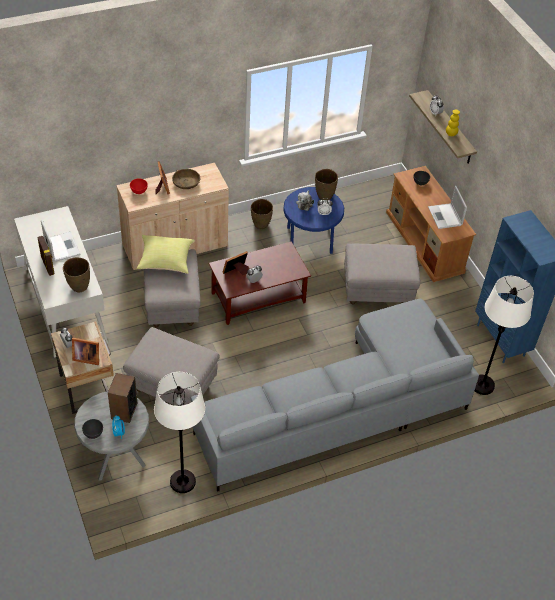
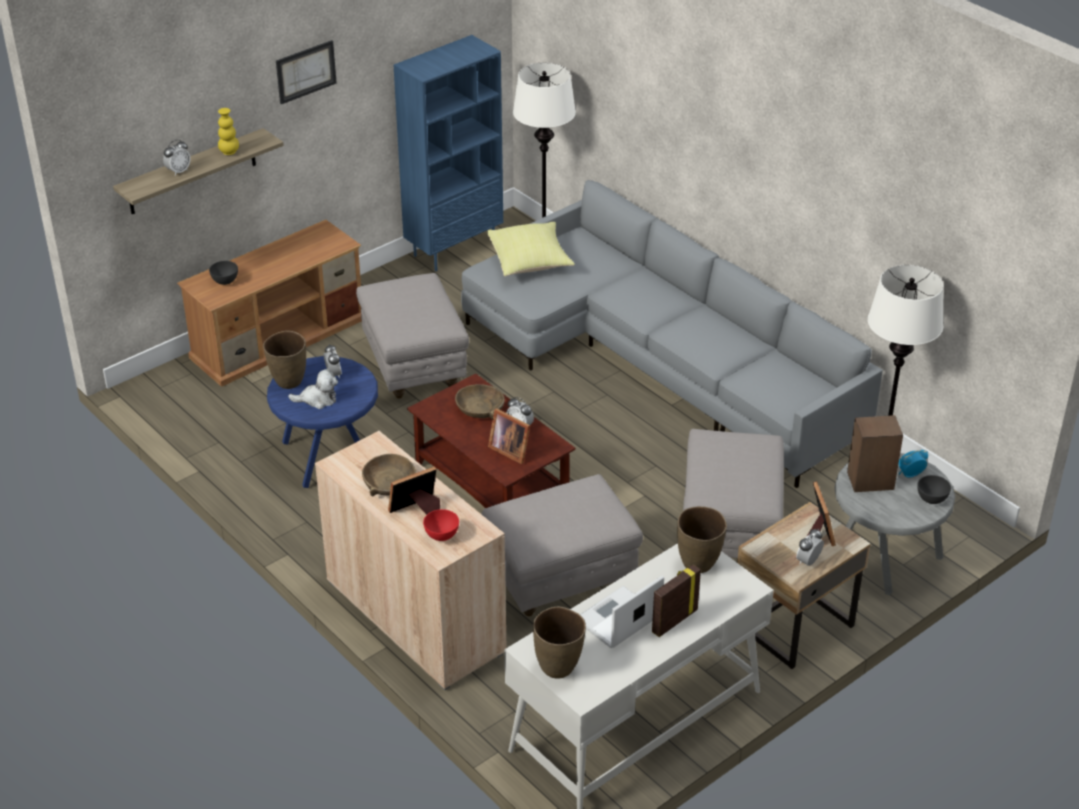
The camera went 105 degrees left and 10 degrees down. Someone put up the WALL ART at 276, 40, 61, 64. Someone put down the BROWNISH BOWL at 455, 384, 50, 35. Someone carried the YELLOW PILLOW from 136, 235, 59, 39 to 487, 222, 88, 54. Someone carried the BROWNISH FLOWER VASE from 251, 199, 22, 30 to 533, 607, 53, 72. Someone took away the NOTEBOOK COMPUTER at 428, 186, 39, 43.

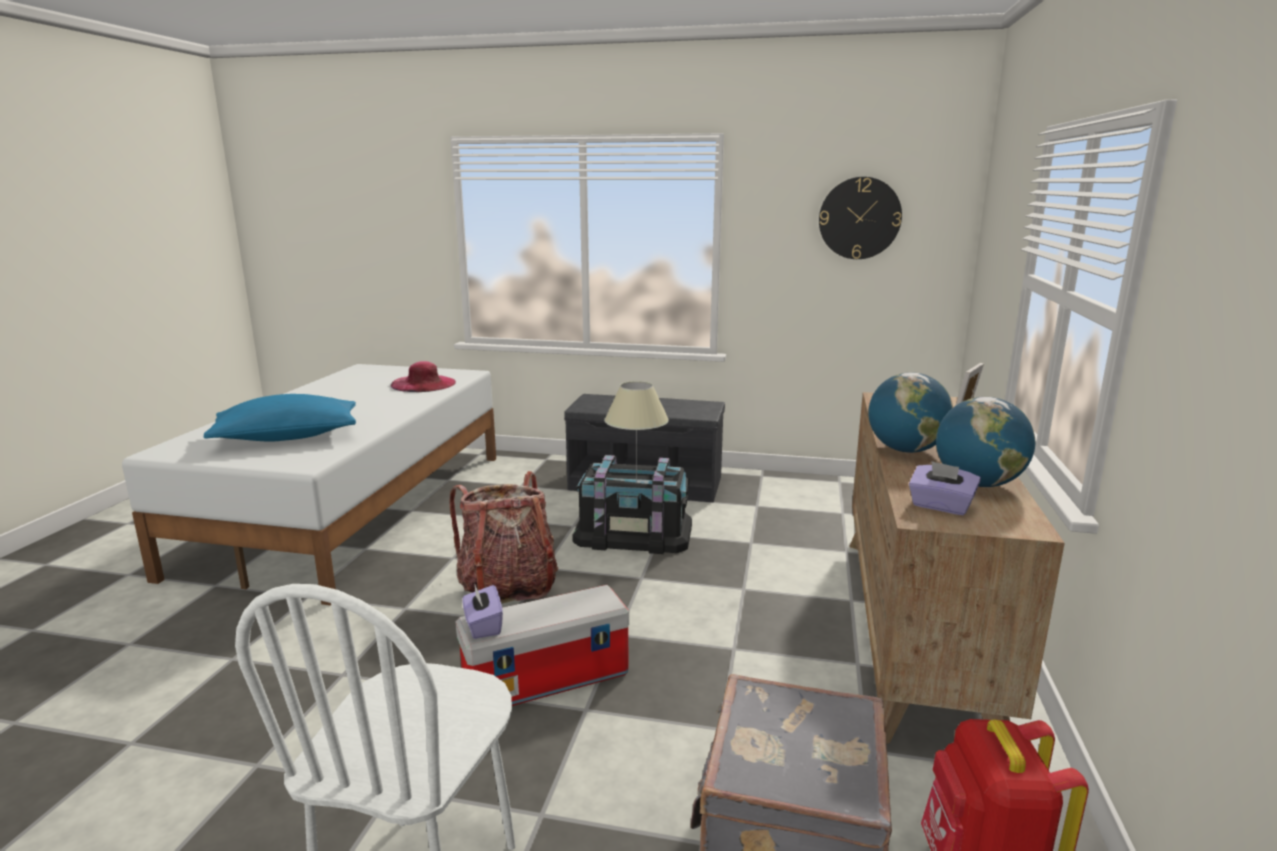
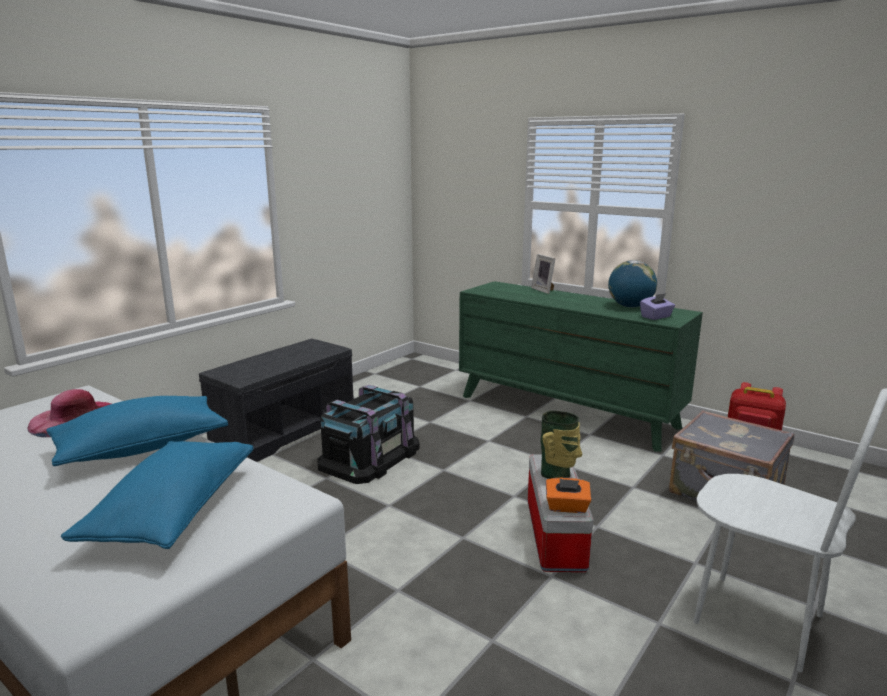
The camera went 65 degrees left and 0 degrees up. Someone put down the BLUE-COLOURED PILLOW at 46, 396, 182, 70. Someone repainted the BROWNISH CHEST OF DRAWERS at 849, 392, 216, 352, which became the GREEN-COLOURED CHEST OF DRAWERS at 459, 281, 244, 171. Someone put down the FLOWER VASE at 541, 411, 41, 68. Someone repainted the PURPLE-COLOURED BOX OF TISSUES at 462, 583, 41, 56, which became the ORANGEY BOX OF TISSUES at 546, 478, 45, 35. Someone took away the RUCKSACK at 449, 471, 109, 133. Someone took away the SAND-COLOURED TABLE LAMP at 604, 381, 65, 101. Someone took away the WALL CLOCK at 819, 177, 83, 82. Someone took away the GLOBE at 868, 372, 85, 81.

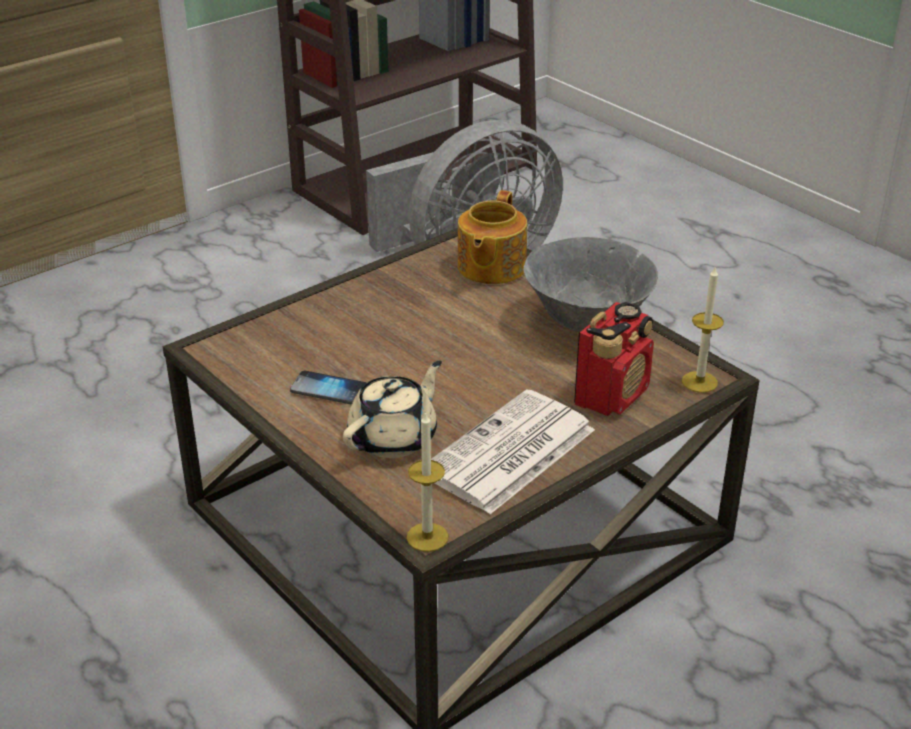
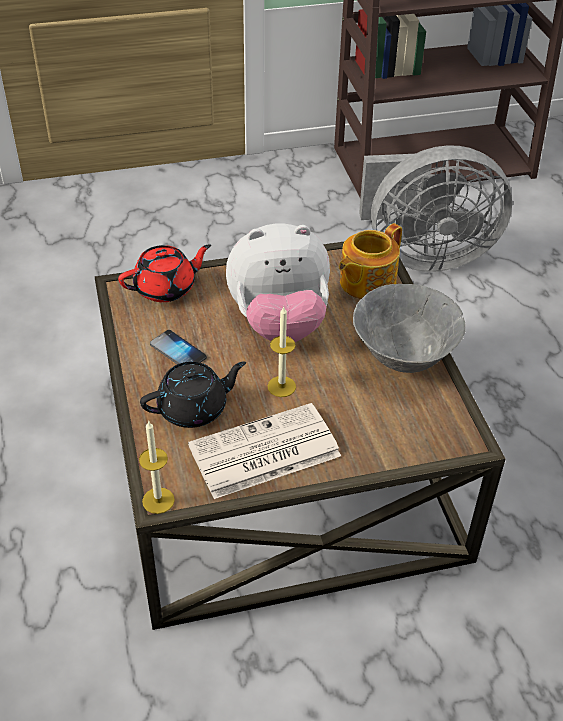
The camera went 25 degrees right and 10 degrees up. Someone put down the RED POT FOR TEA at 118, 244, 93, 58. Someone repainted the SAND-COLOURED POT FOR TEA at 343, 360, 99, 98, which became the BLACK POT FOR TEA at 140, 361, 106, 67. Someone put down the PLUSH TOY at 226, 224, 104, 118. Someone carried the WAX LIGHT from 682, 267, 42, 126 to 267, 306, 29, 91. Someone took away the RADIO at 574, 302, 80, 114.

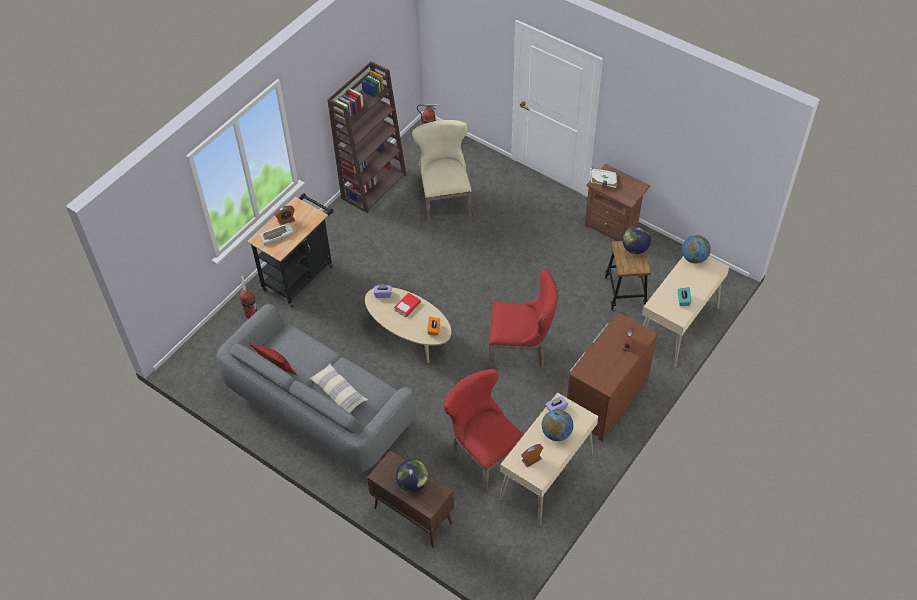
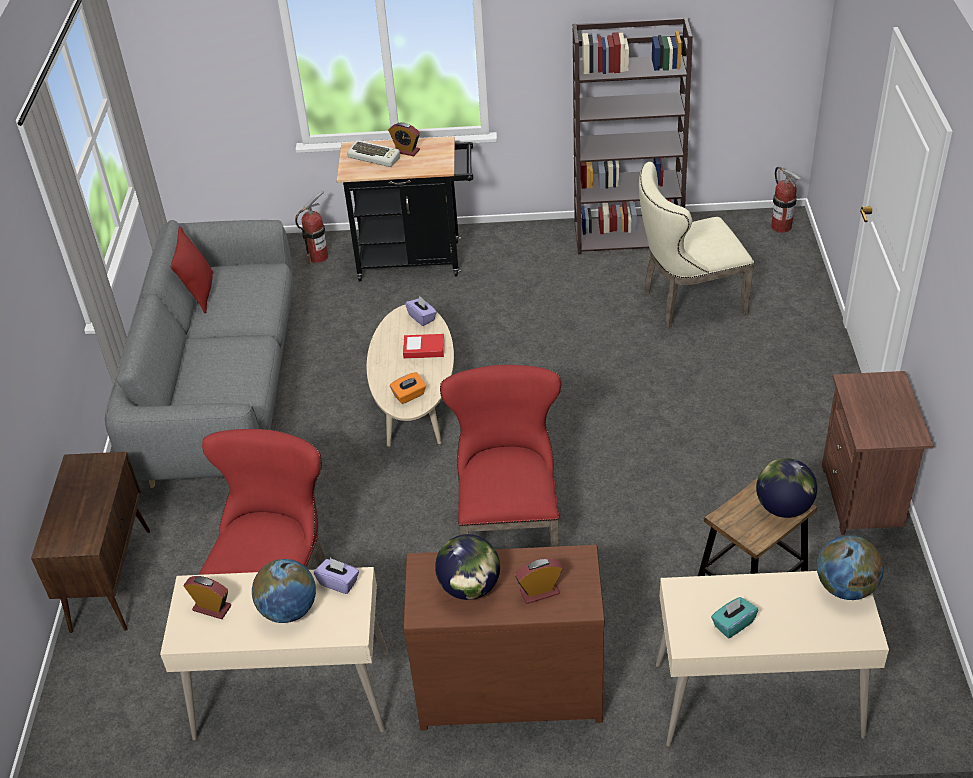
The camera went 55 degrees right and 10 degrees down. Someone carried the GLOBE from 396, 459, 32, 33 to 435, 534, 65, 66. Someone rotated the RED CHAIR at 489, 270, 69, 98 by 150 degrees counterclockwise. Someone rotated the SAND-COLOURED CHAIR at 412, 120, 60, 103 by 150 degrees counterclockwise. Someone took away the PILLOW at 309, 363, 59, 50. Someone took away the WHITISH VOLUME at 590, 167, 28, 21.

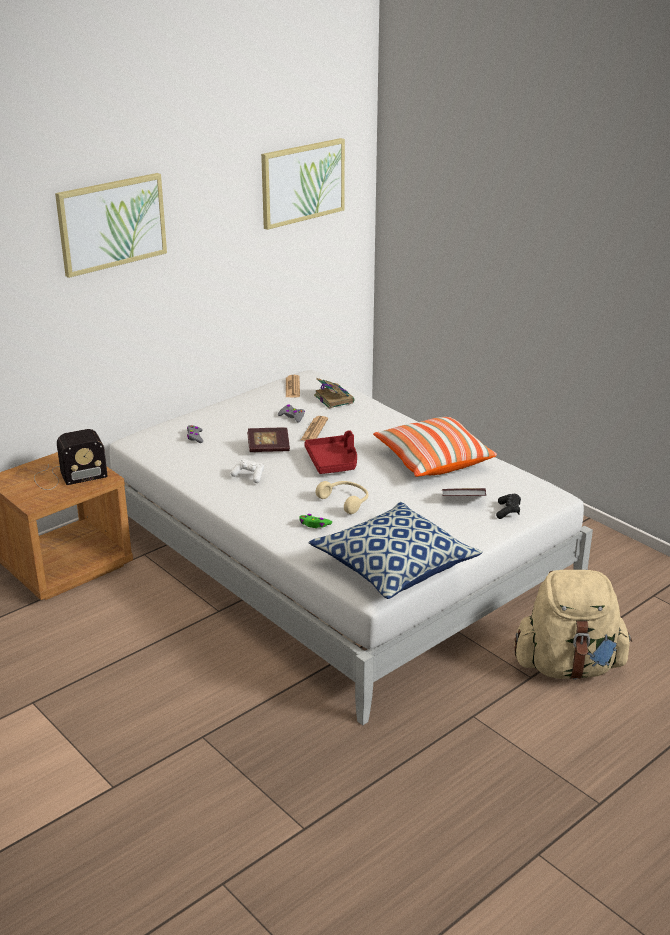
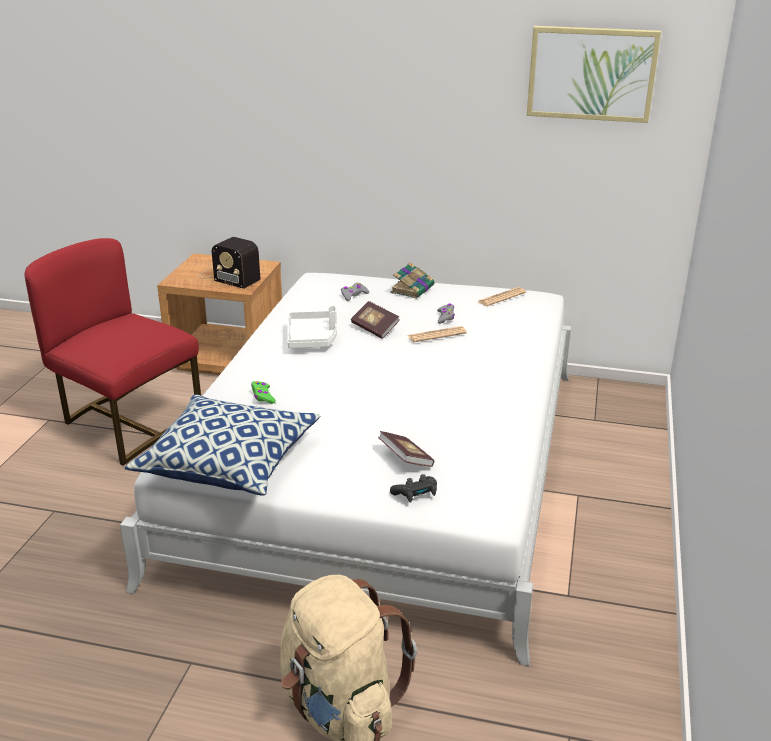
The camera went 55 degrees right and 0 degrees up. Someone put down the RED CHAIR at 25, 238, 176, 228. Someone swapped the WHITISH JOYPAD at 230, 459, 34, 24 for the WHITISH TRAY at 288, 306, 49, 42. Someone carried the VOLUME from 314, 378, 41, 31 to 391, 262, 43, 37. Someone took away the WALL ART at 55, 173, 112, 105. Someone took away the RED TRAY at 304, 430, 53, 44. Someone took away the SAND-COLOURED HEADSET at 316, 481, 52, 33. Someone took away the PILLOW at 373, 417, 124, 60.

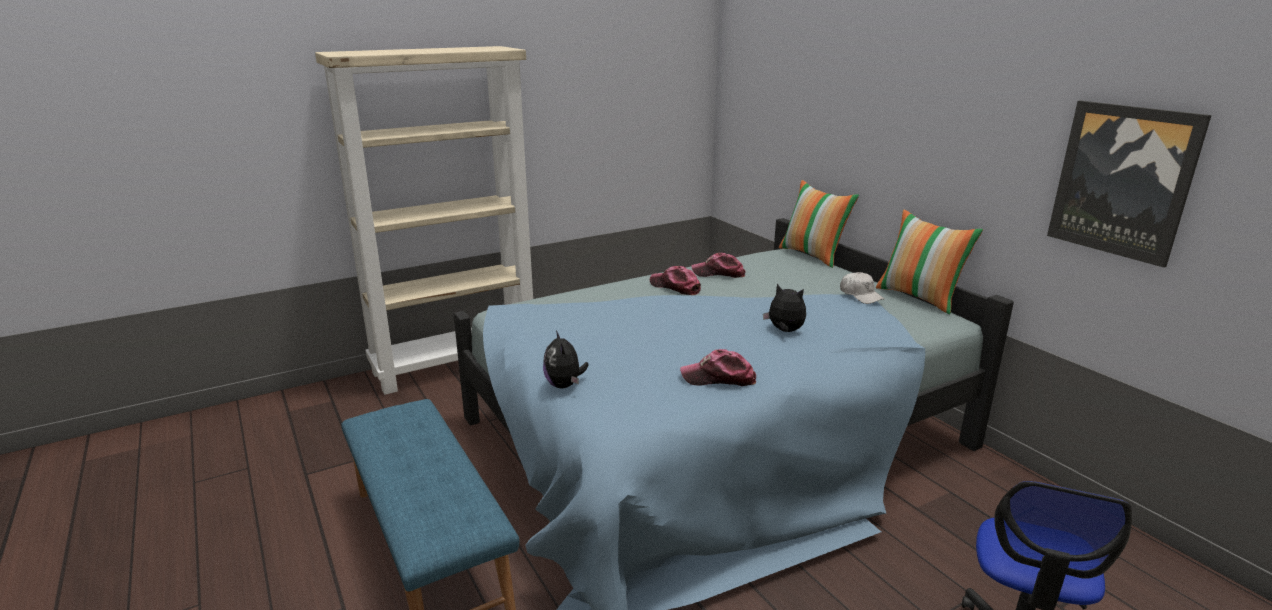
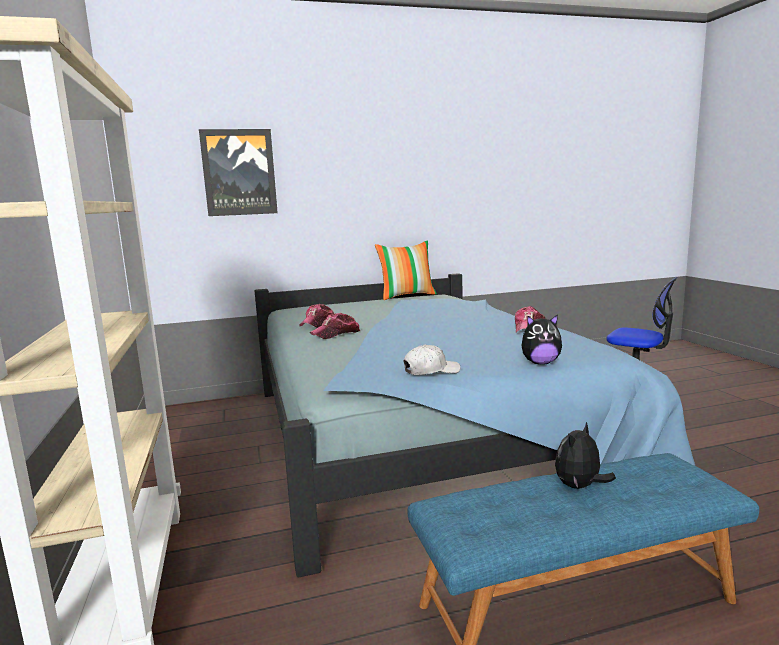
The camera went 75 degrees left and 10 degrees down. Someone carried the WALL ART from 1047, 101, 164, 166 to 199, 129, 79, 87. Someone carried the WHITISH BASEBALL CAP from 840, 272, 44, 32 to 403, 345, 58, 30. Someone carried the PLUSH TOY from 763, 284, 43, 48 to 555, 422, 61, 67. Someone took away the PILLOW at 779, 180, 80, 88.

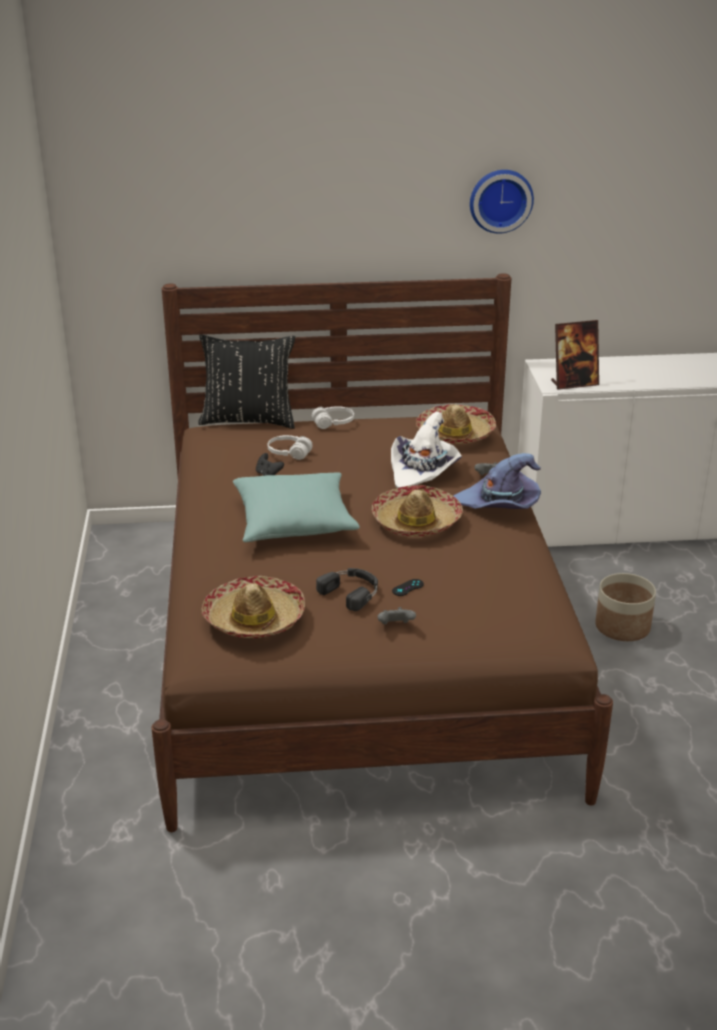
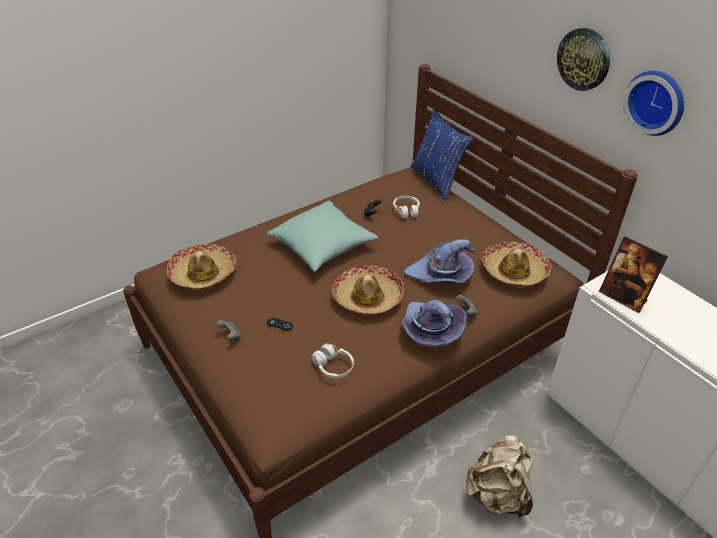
The camera went 60 degrees right and 10 degrees up. Someone carried the WHITISH HEADSET from 312, 406, 42, 23 to 312, 343, 42, 35. Someone repainted the WHITISH HAT at 391, 412, 71, 76, which became the PURPLE-COLOURED HAT at 404, 239, 71, 45. Someone repainted the BLACK PILLOW at 198, 335, 97, 94, which became the BLUE-COLOURED PILLOW at 410, 109, 64, 92. Someone swapped the FLOWER POT at 595, 573, 61, 68 for the SAND-COLOURED RUCKSACK at 465, 435, 68, 82. Someone put up the WALL CLOCK at 557, 28, 53, 63. Someone took away the BLACK HEADSET at 316, 568, 62, 43.

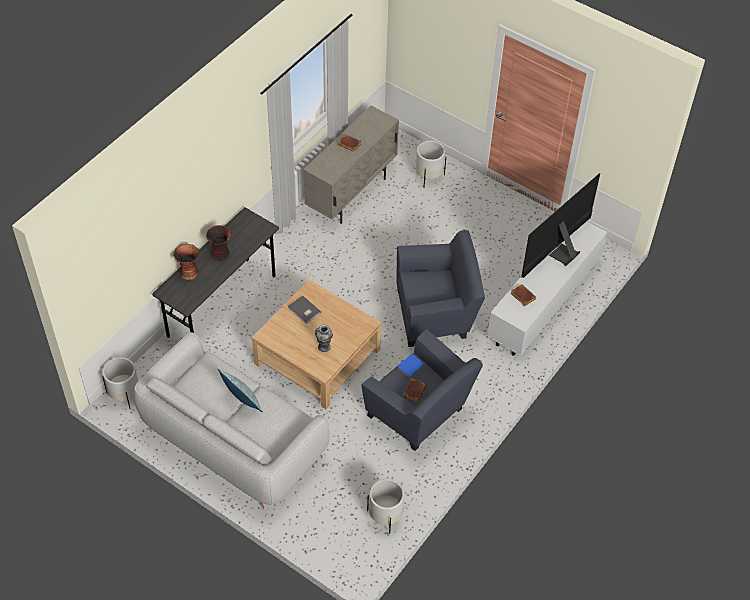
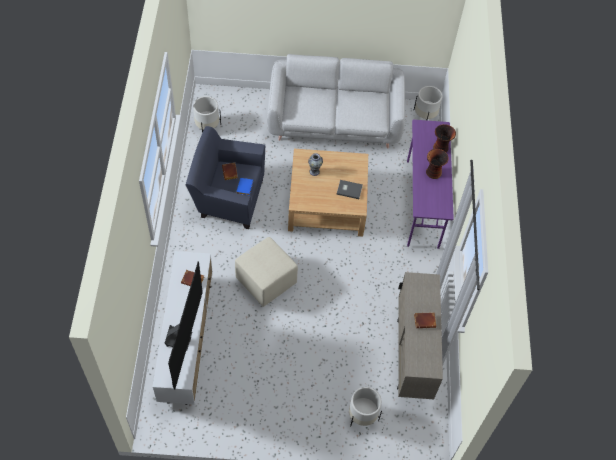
The camera went 145 degrees right and 5 degrees up. Someone swapped the BLUE-COLOURED LOUNGE CHAIR at 396, 230, 89, 117 for the SAND-COLOURED OTTOMAN at 235, 237, 63, 70. Someone repainted the GRAY DESK at 152, 207, 127, 131, which became the PURPLE-COLOURED DESK at 407, 120, 47, 129. Someone took away the PILLOW at 218, 368, 45, 45.

